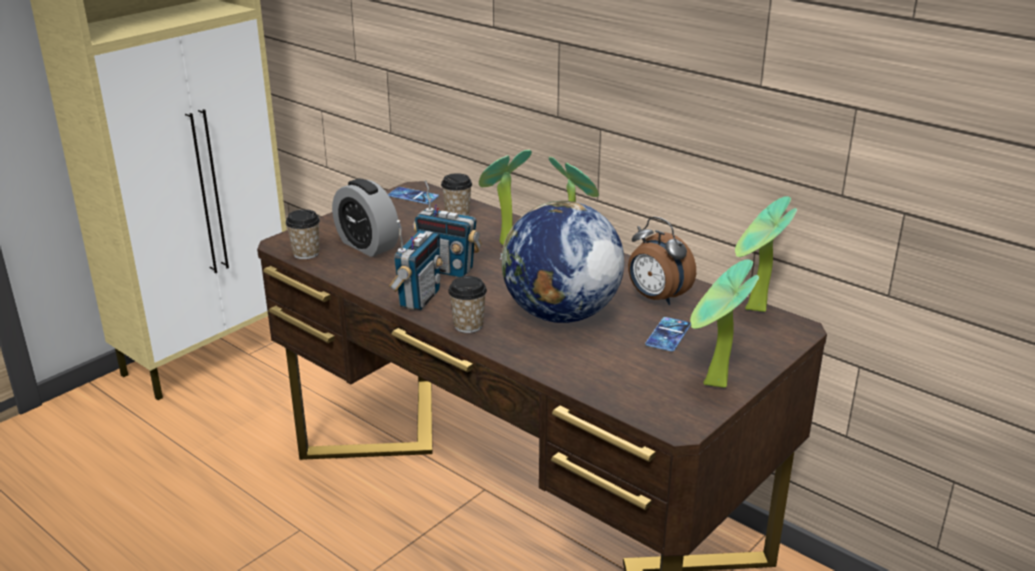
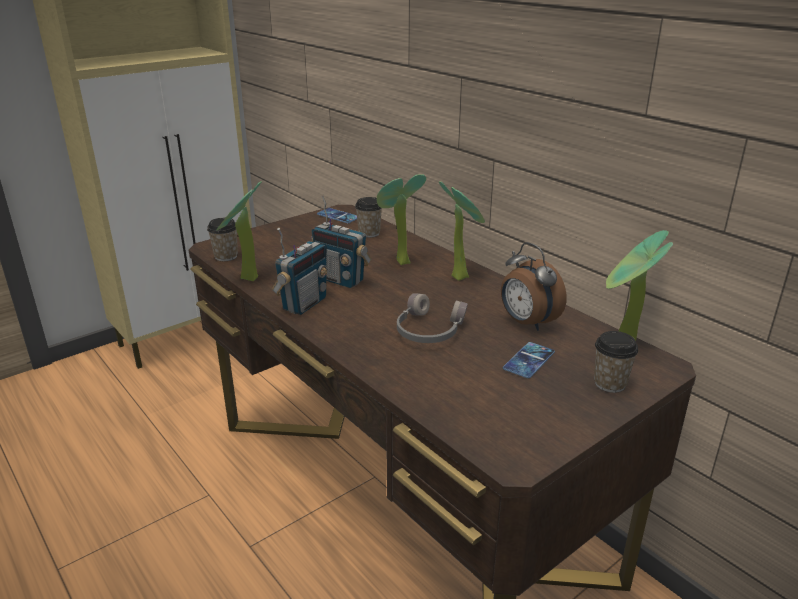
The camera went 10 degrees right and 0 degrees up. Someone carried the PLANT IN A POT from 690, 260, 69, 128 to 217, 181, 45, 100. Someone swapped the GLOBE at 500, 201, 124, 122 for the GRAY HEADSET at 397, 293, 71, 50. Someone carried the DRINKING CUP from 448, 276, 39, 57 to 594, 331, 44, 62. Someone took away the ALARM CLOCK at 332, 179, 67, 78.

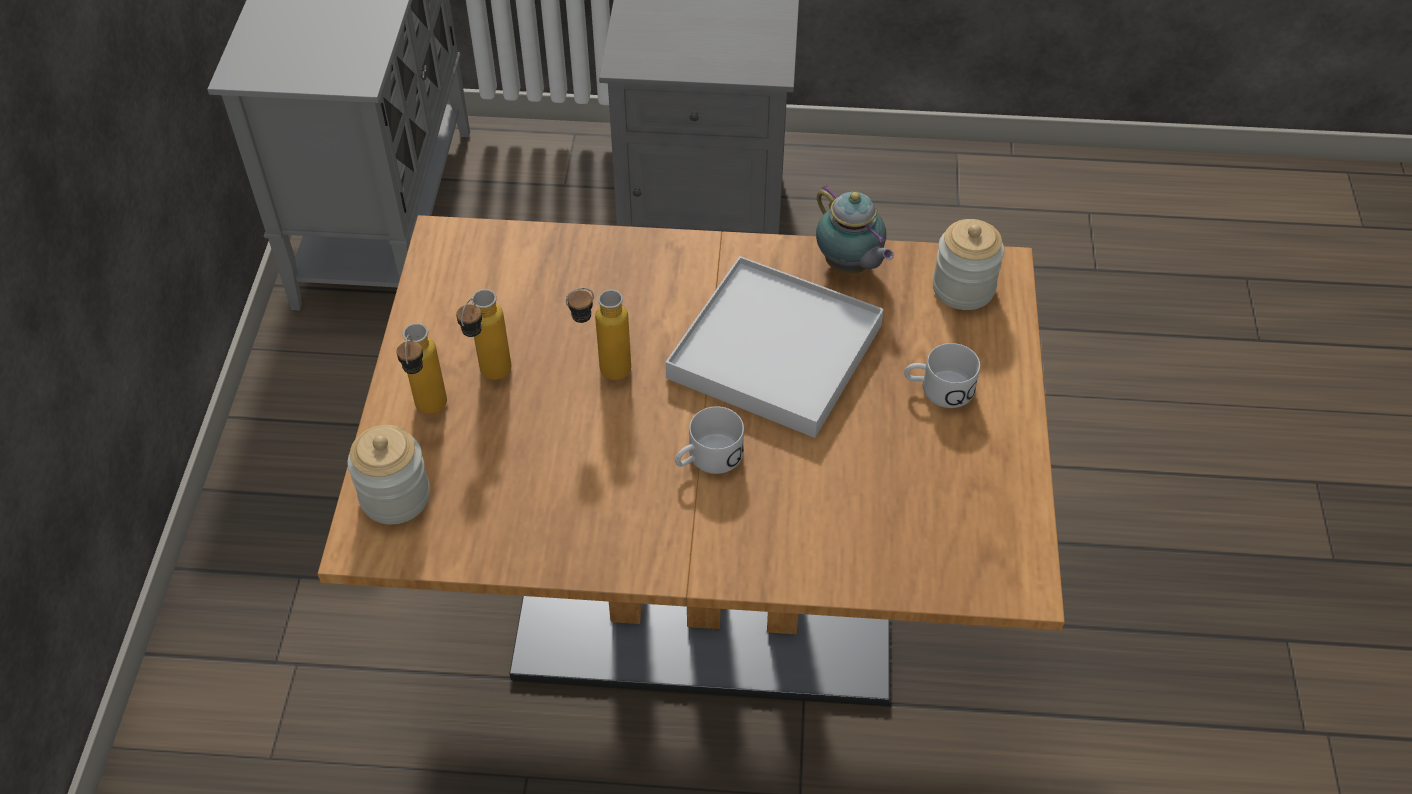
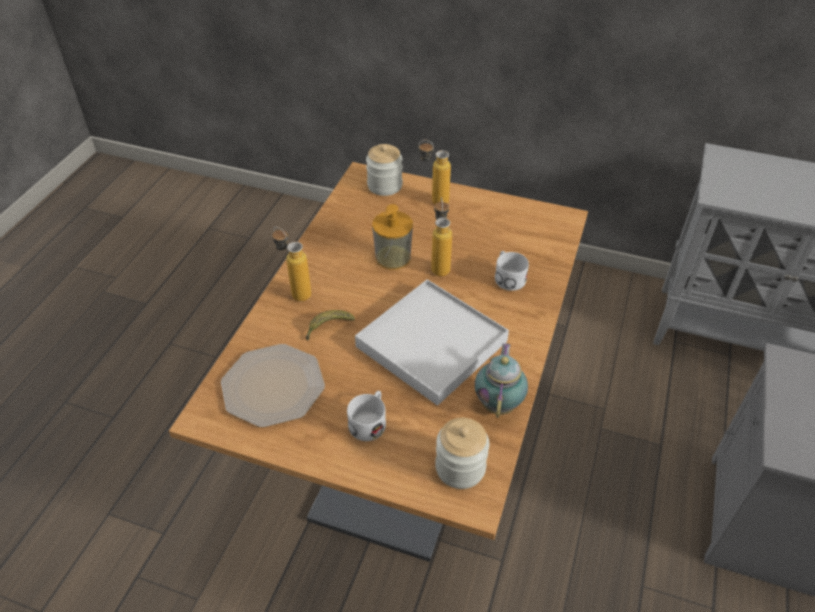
The camera went 105 degrees right and 5 degrees down. Someone put down the DINNER PLATE at 221, 344, 104, 84. Someone carried the DRINK BOTTLE from 456, 289, 55, 91 to 272, 227, 39, 75. Someone put down the BANANA at 306, 310, 49, 31. Someone put down the LIQUID SOAP BOTTLE at 372, 204, 41, 66. Someone rotated the POT FOR TEA at 816, 185, 78, 89 by 120 degrees clockwise. Someone carried the WHITISH MUG from 675, 407, 69, 67 to 495, 251, 34, 40.

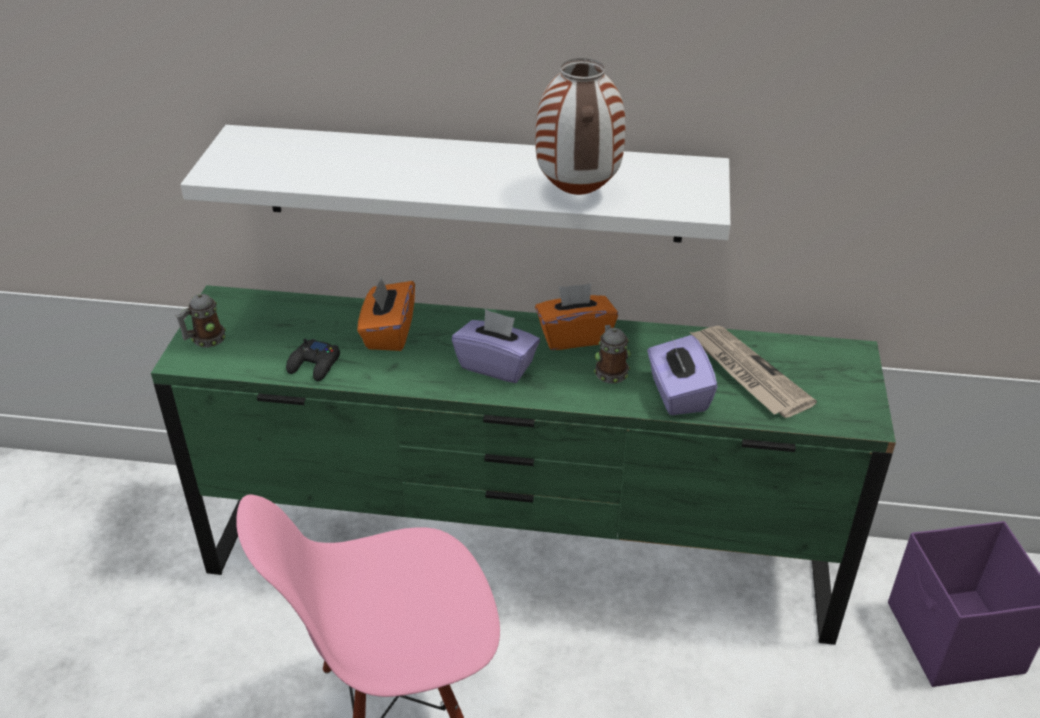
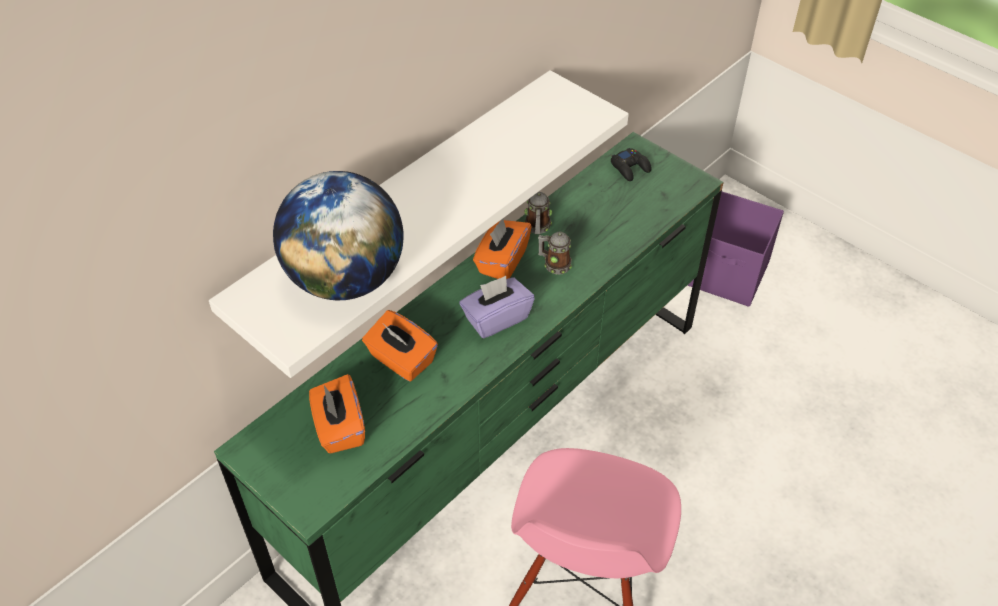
The camera went 55 degrees left and 10 degrees up. Someone put down the GLOBE at 273, 171, 131, 129. Someone put down the ORANGEY BOX OF TISSUES at 309, 374, 56, 79. Someone carried the MUG from 175, 294, 51, 54 to 524, 192, 28, 42. Someone carried the BLACK JOYPAD from 286, 339, 54, 42 to 611, 148, 41, 33. Someone took away the FLOWER VASE at 535, 58, 90, 137. Someone took away the PURPLE-COLOURED BOX OF TISSUES at 647, 335, 71, 80. Someone took away the PRINTED PAPER at 690, 326, 127, 92.

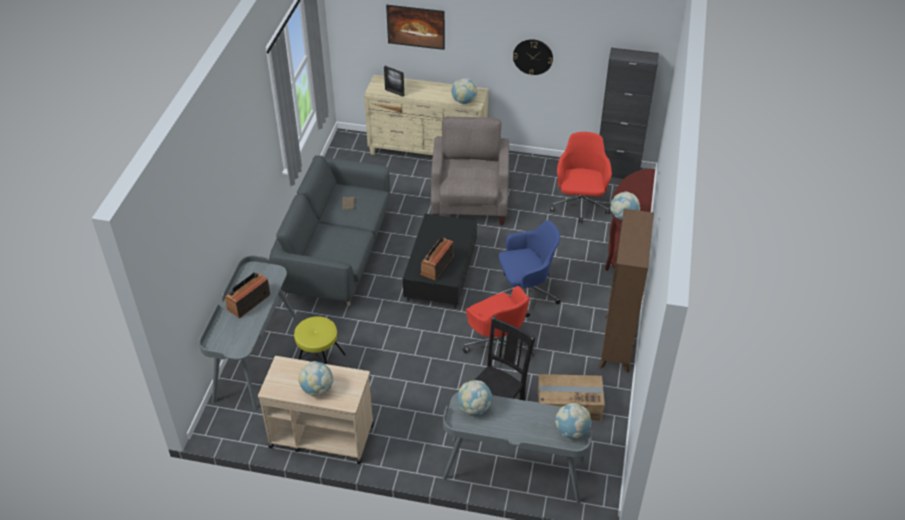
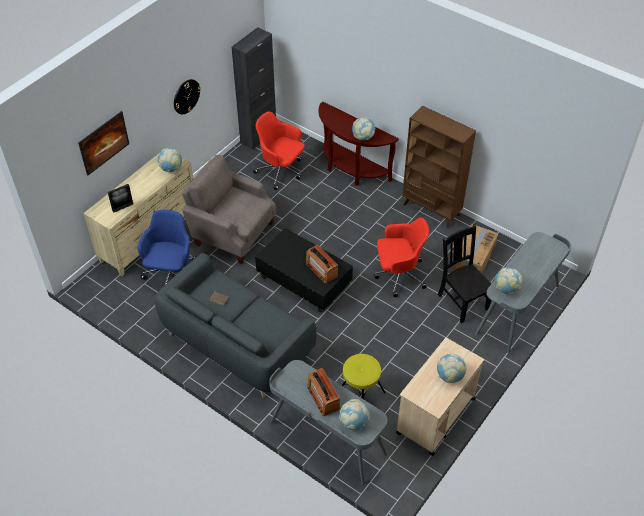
The camera went 65 degrees left and 5 degrees up. Someone carried the BLUE-COLOURED COMPUTER CHAIR from 499, 220, 62, 97 to 137, 210, 59, 75. Someone carried the GLOBE from 555, 403, 36, 36 to 339, 399, 31, 31.

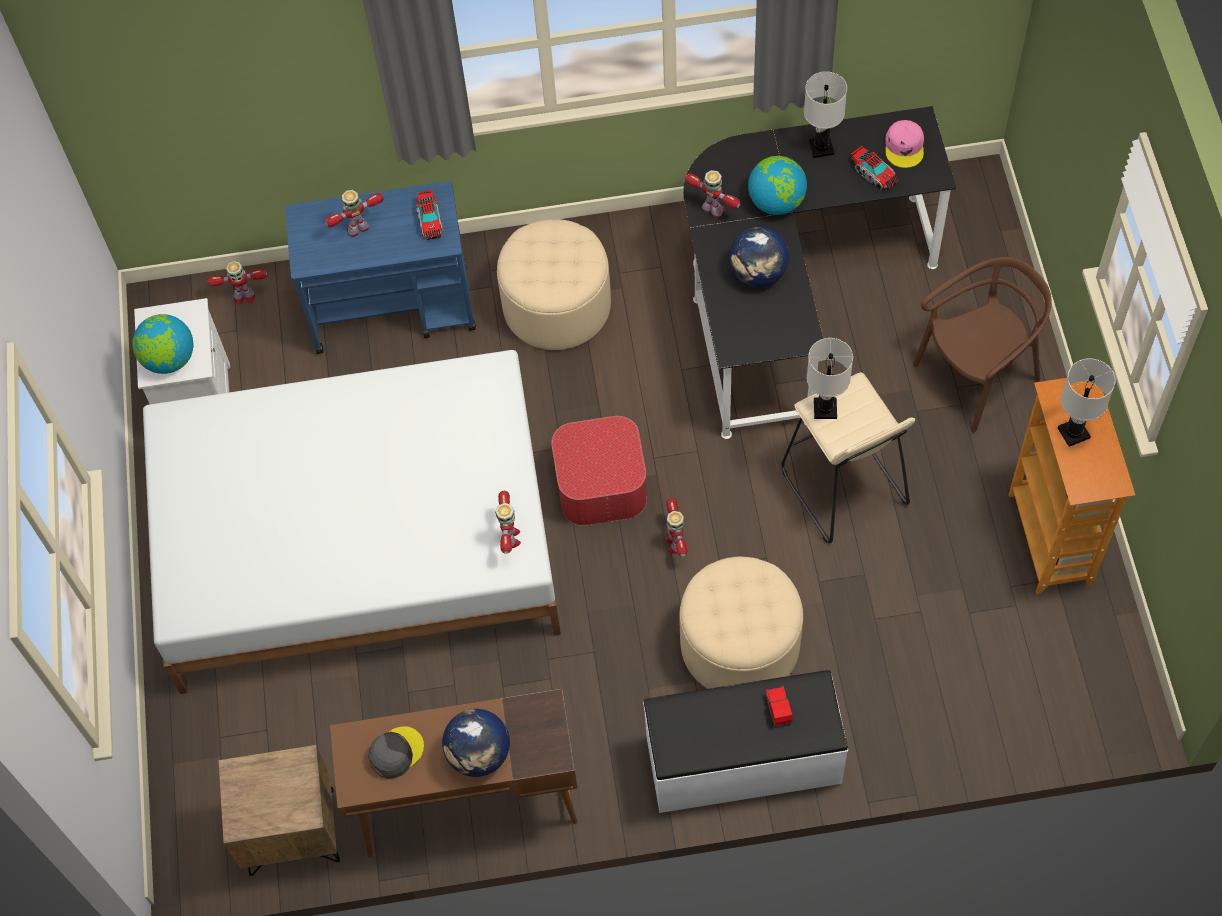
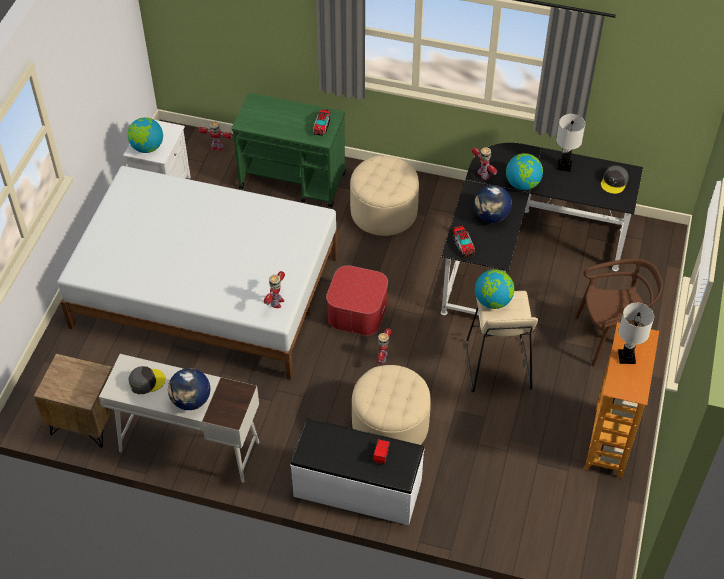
The camera went 20 degrees right and 10 degrees down. Someone repainted the BROWNISH DESK at 330, 689, 248, 168, which became the WHITISH DESK at 99, 354, 160, 129. Someone repainted the BLUE-COLOURED TROLLEY at 285, 181, 191, 173, which became the GREEN-COLOURED TROLLEY at 231, 93, 115, 114. Someone carried the MODEL TRUCK from 851, 146, 48, 45 to 453, 226, 22, 31. Someone swapped the WHITISH TABLE LAMP at 807, 338, 46, 81 for the GLOBE at 475, 270, 39, 39. Someone repainted the PINKISH BASEBALL CAP at 885, 120, 39, 48, which became the GRAY BASEBALL CAP at 601, 165, 28, 29. Someone took away the ROBOT FIGURE at 325, 190, 58, 47.

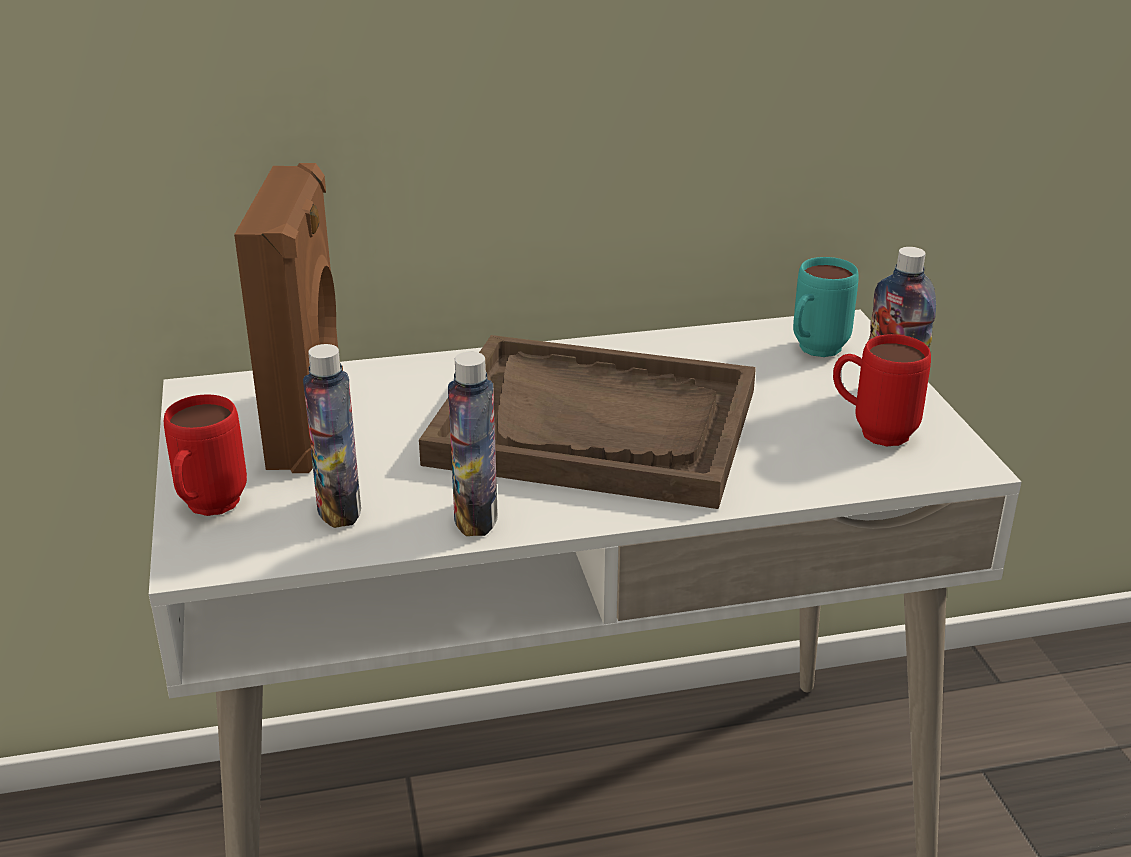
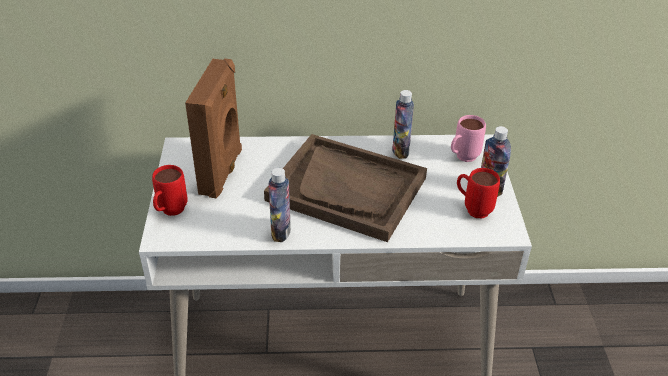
The camera went 10 degrees right and 10 degrees up. Someone carried the DRINK BOTTLE from 303, 344, 58, 184 to 392, 90, 22, 69. Someone repainted the BLUE-GREEN MUG at 793, 257, 66, 100, which became the PINKISH MUG at 451, 115, 35, 47.

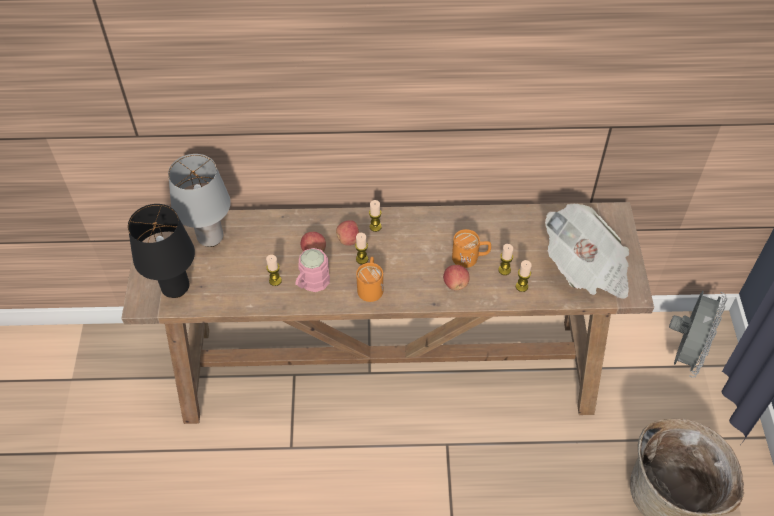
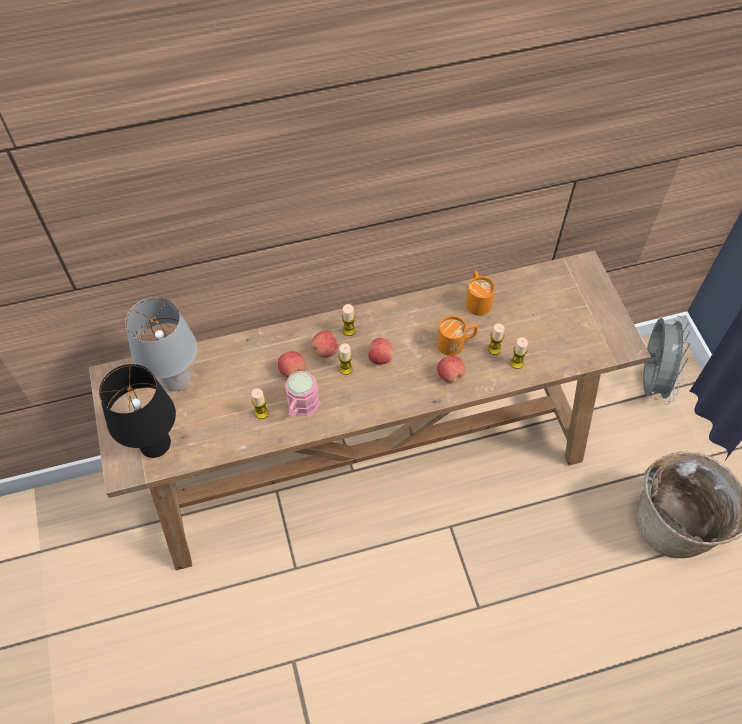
The camera went 15 degrees left and 5 degrees up. Someone put down the APPLE at 368, 338, 25, 27. Someone carried the ORANGEY MUG from 356, 257, 27, 45 to 466, 271, 29, 45. Someone took away the PRINTED PAPER at 545, 203, 84, 96.

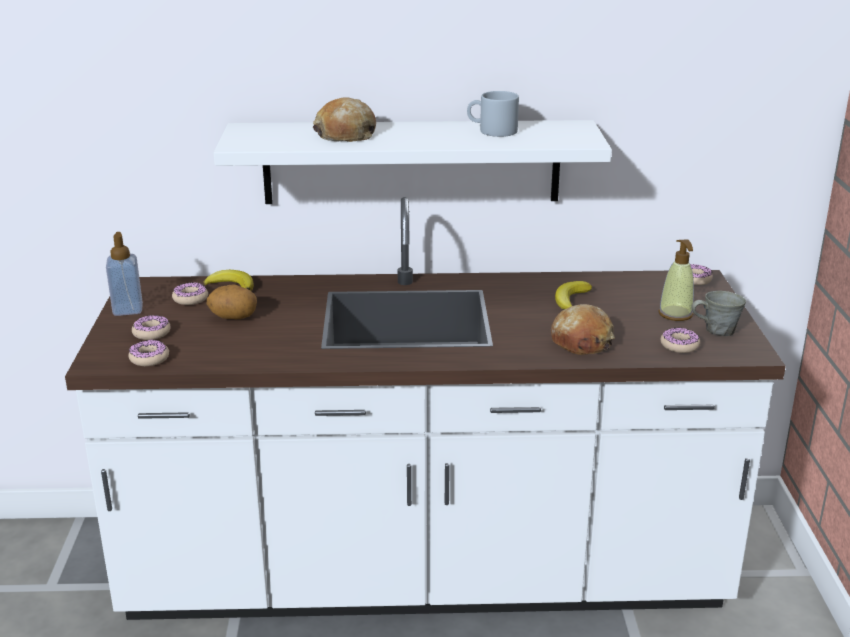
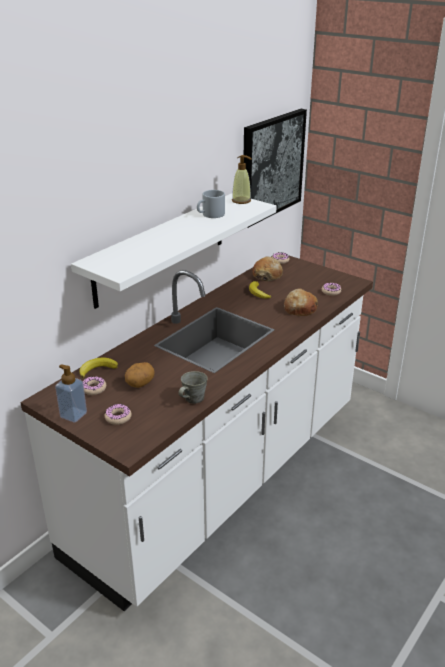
The camera went 50 degrees left and 5 degrees up. Someone carried the GRAY MUG from 692, 291, 54, 45 to 178, 371, 30, 33. Someone carried the LIQUID SOAP BOTTLE from 658, 239, 36, 82 to 232, 155, 20, 49. Someone put up the WALL ART at 244, 109, 63, 119. Someone carried the BREAD from 313, 97, 63, 45 to 252, 256, 31, 25. Someone took away the DOUGHNUT at 128, 340, 41, 26.

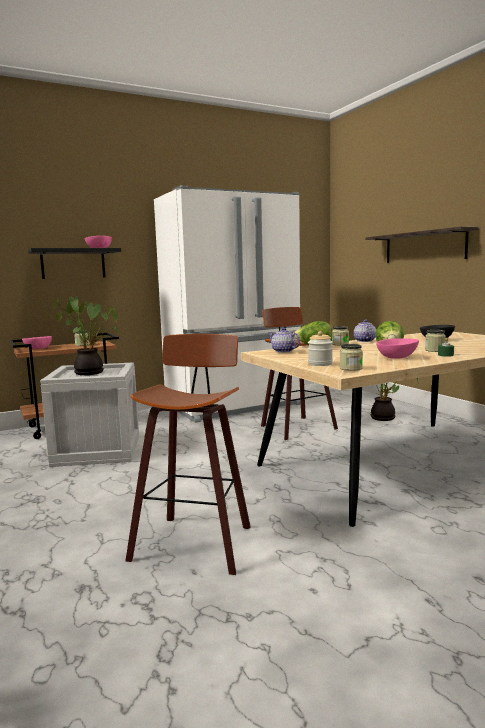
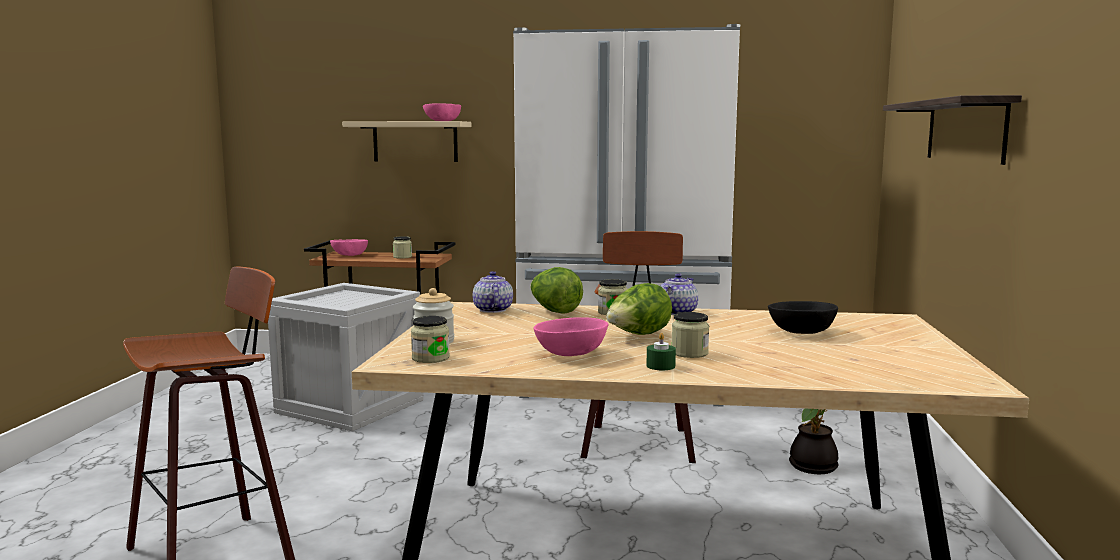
The camera went 35 degrees right and 0 degrees up. Someone repainted the BLACK WALL SHELF at 28, 248, 93, 31, which became the SAND-COLOURED WALL SHELF at 342, 121, 129, 41. Someone took away the PLANT IN A POT at 50, 296, 69, 79.

